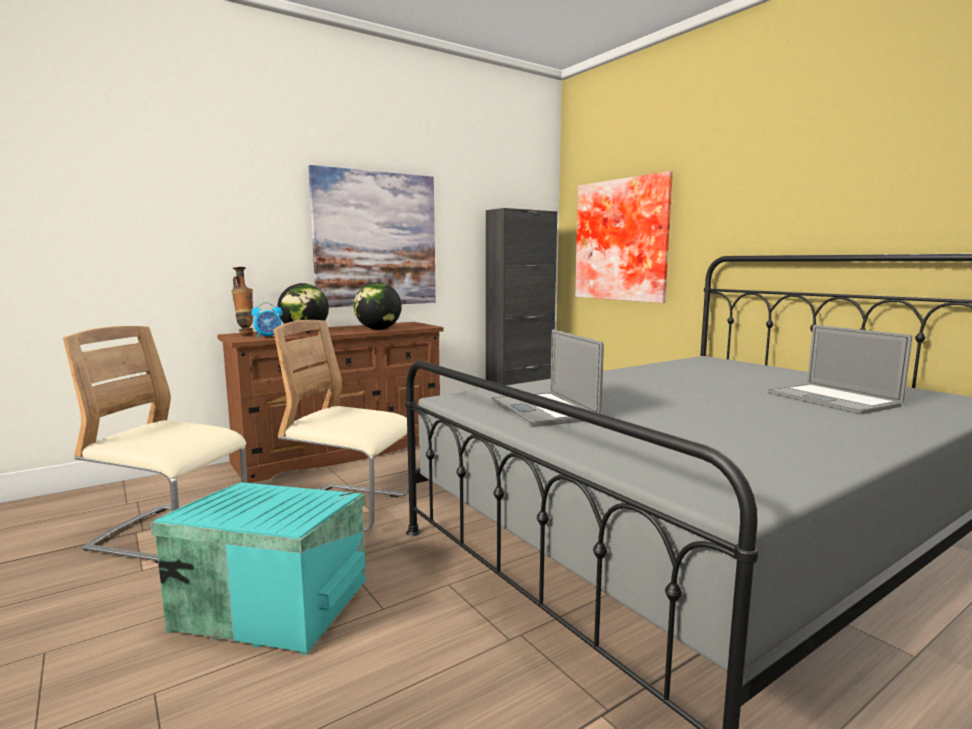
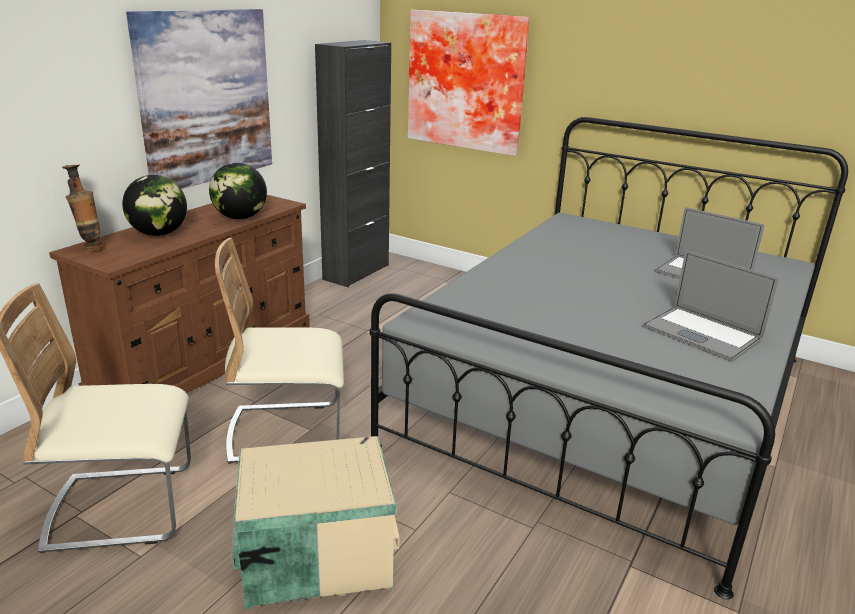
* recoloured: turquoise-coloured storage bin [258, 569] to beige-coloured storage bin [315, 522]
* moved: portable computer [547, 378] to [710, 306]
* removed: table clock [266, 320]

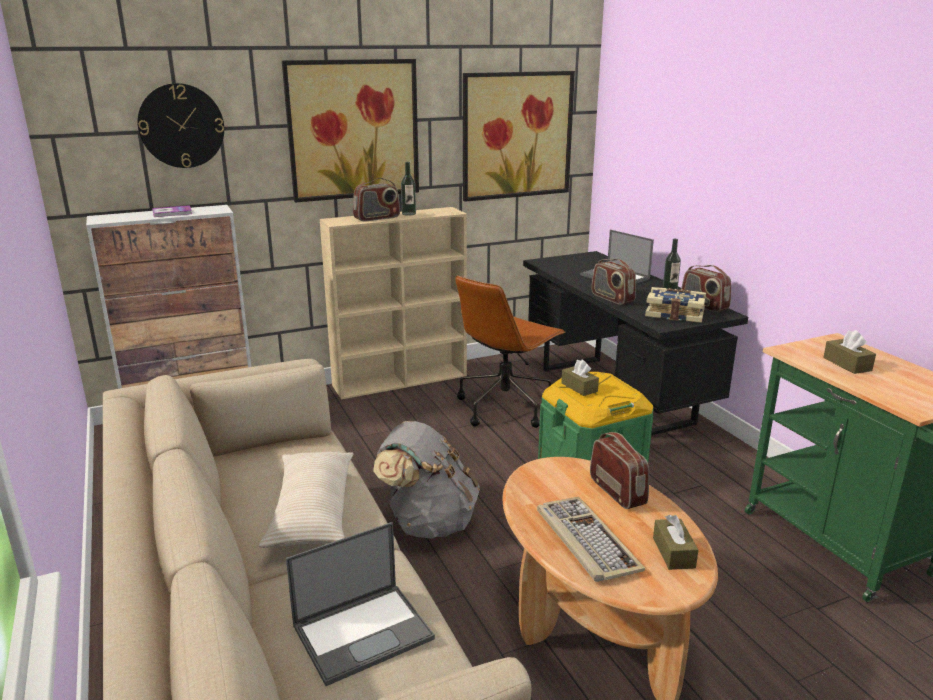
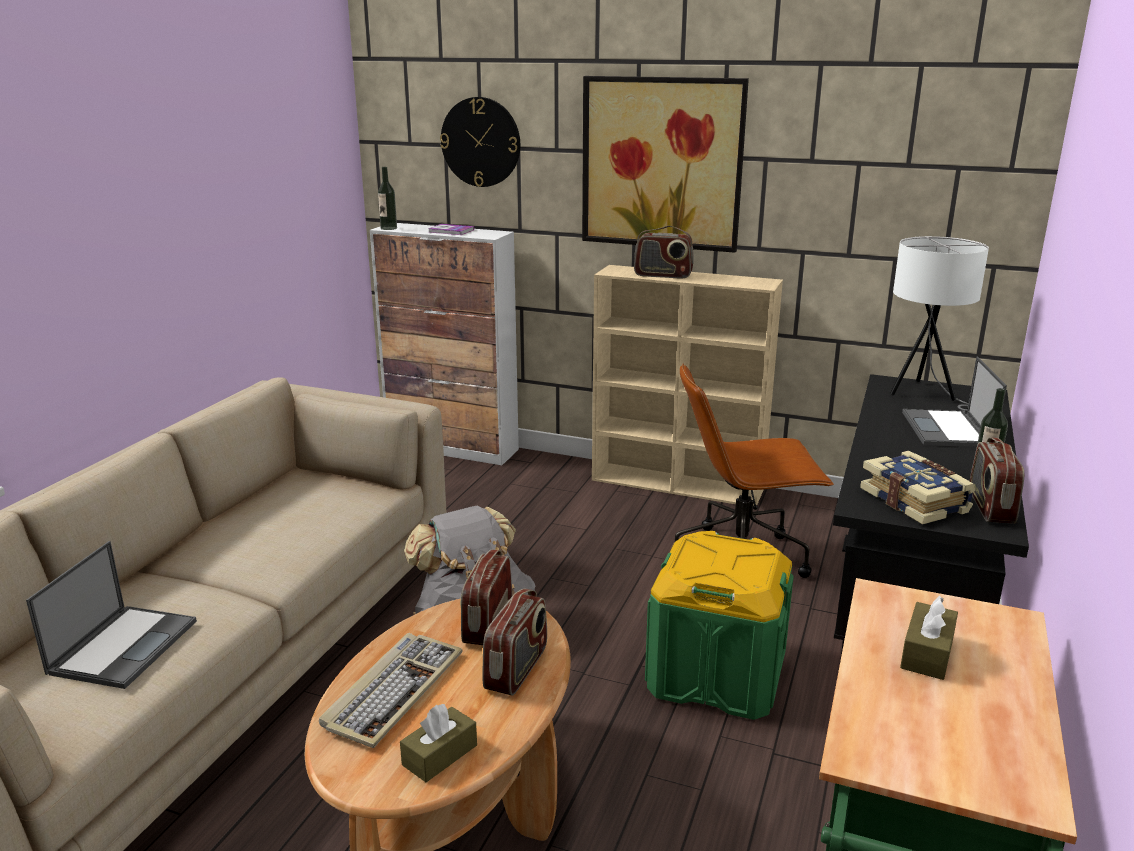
* turned: portable computer [360, 604] = [111, 615] 90 degrees counterclockwise
* moved: beverage bottle [408, 188] to [387, 198]
* moved: radio receiver [613, 282] to [486, 597]
* added: white-coloured lamp for a table [939, 323]
* removed: beige-coloured throw pillow [306, 500]
* removed: picture [519, 136]
* removed: brown-coloured tissue box [580, 378]

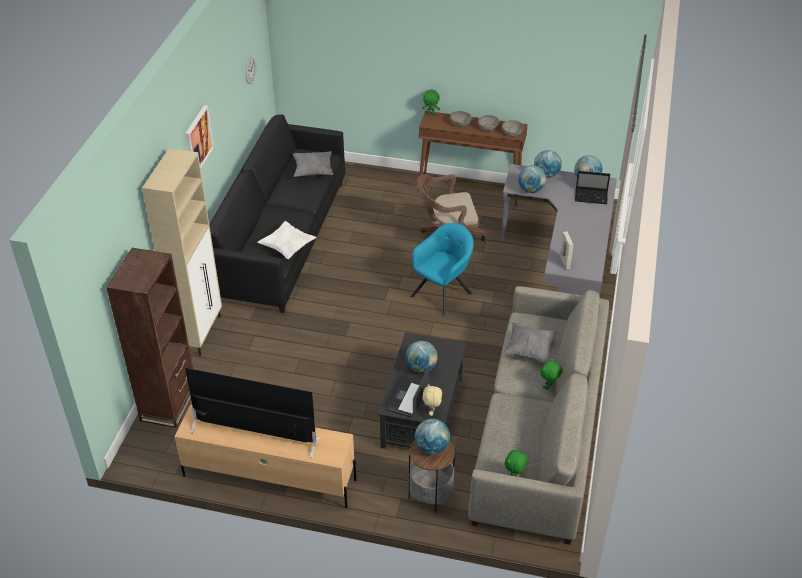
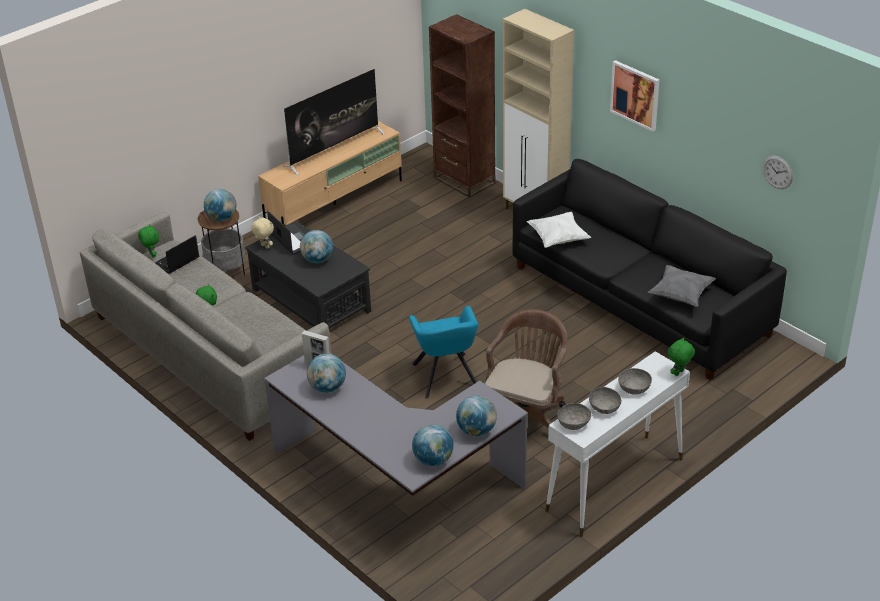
* moved: portable computer [592, 187] to [177, 254]
* moved: desk globe [532, 179] to [326, 373]
* recoloured: brown-coloured narrow table [473, 158] to white-coloured narrow table [617, 444]
* removed: grey throw pillow [530, 342]

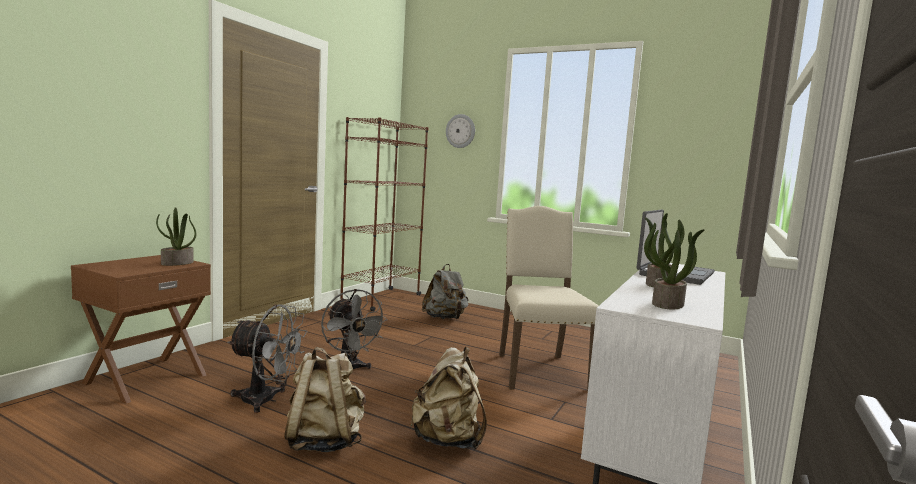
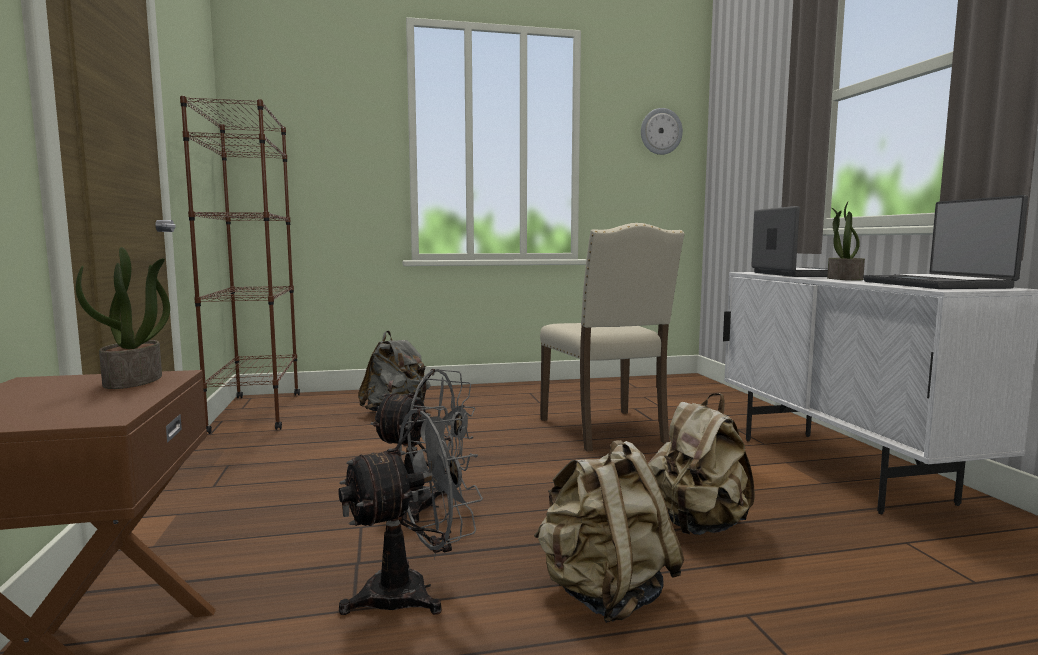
* turned: beige-coloured upright chair [549, 297] = [612, 337] 150 degrees counterclockwise
* moved: hanging clock [460, 131] to [662, 131]
* replaced: plant in a pot [677, 264] to portable computer [945, 242]

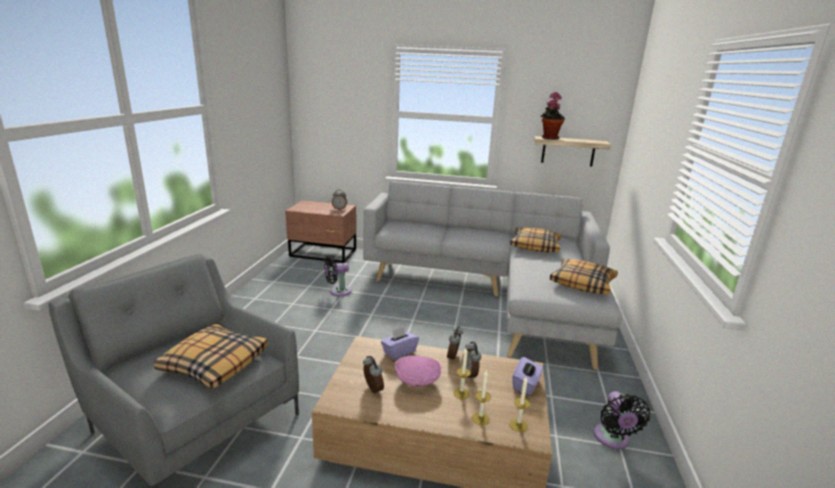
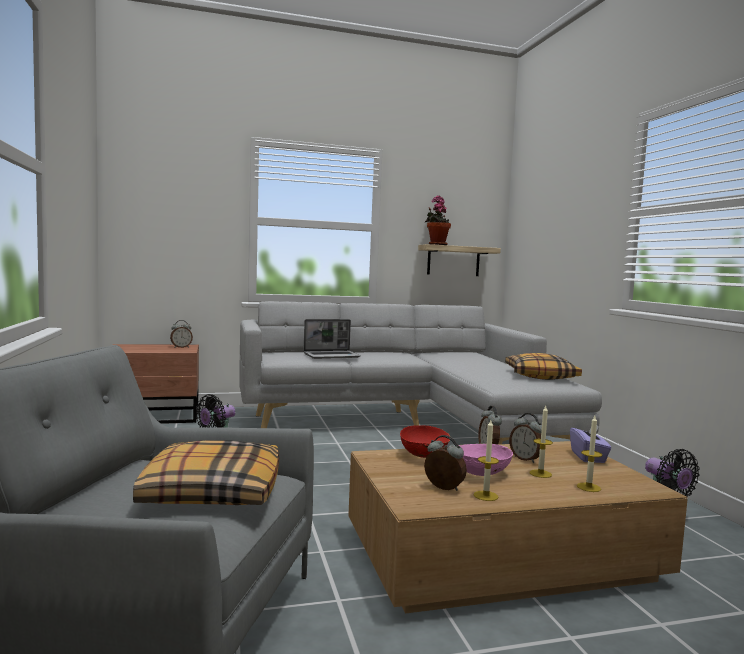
* added: portable computer [332, 339]
* replaced: purplish tissue box [400, 343] to red bowl [425, 441]
* moved: candle [519, 404] to [486, 460]
* removed: throw pillow [535, 239]

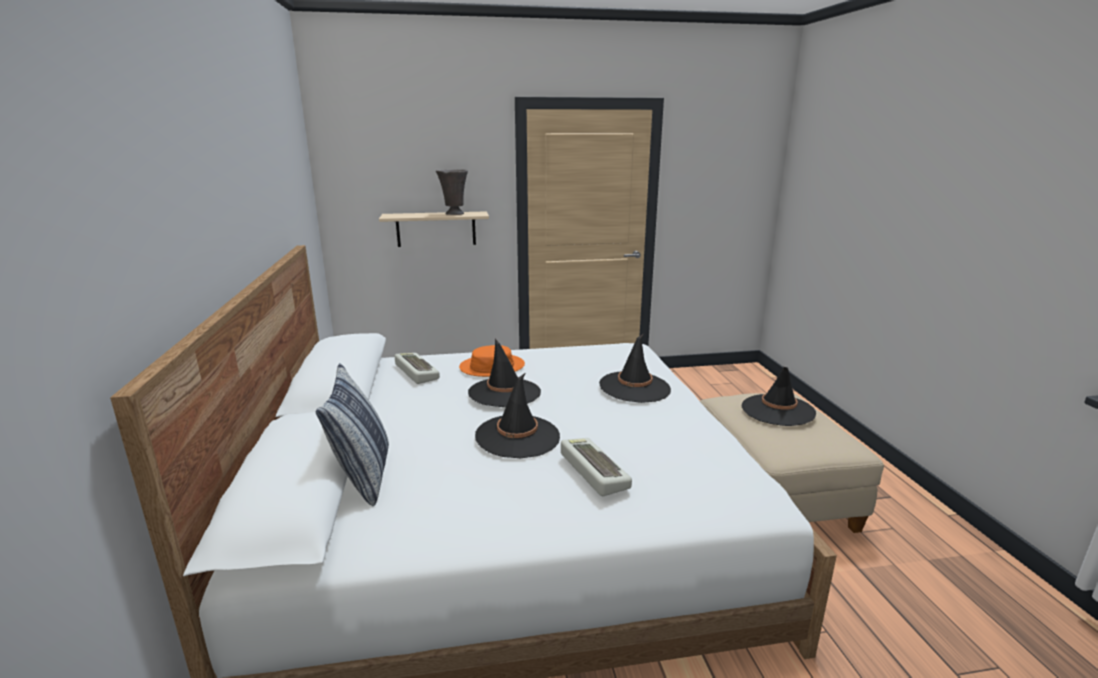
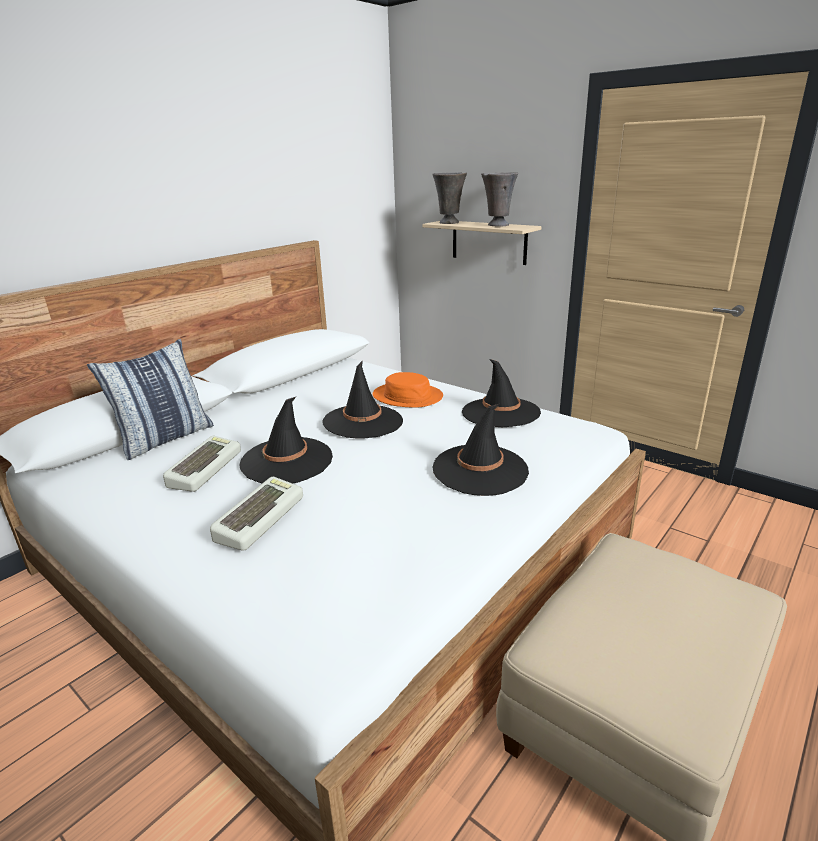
* moved: keyboard [417, 368] to [202, 464]
* added: grey vase [449, 198]
* moved: black-coloured hat [779, 396] to [501, 393]

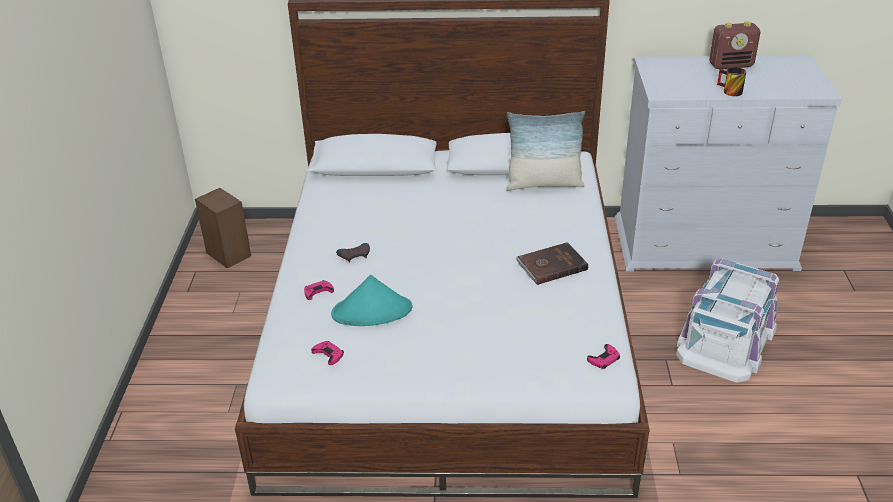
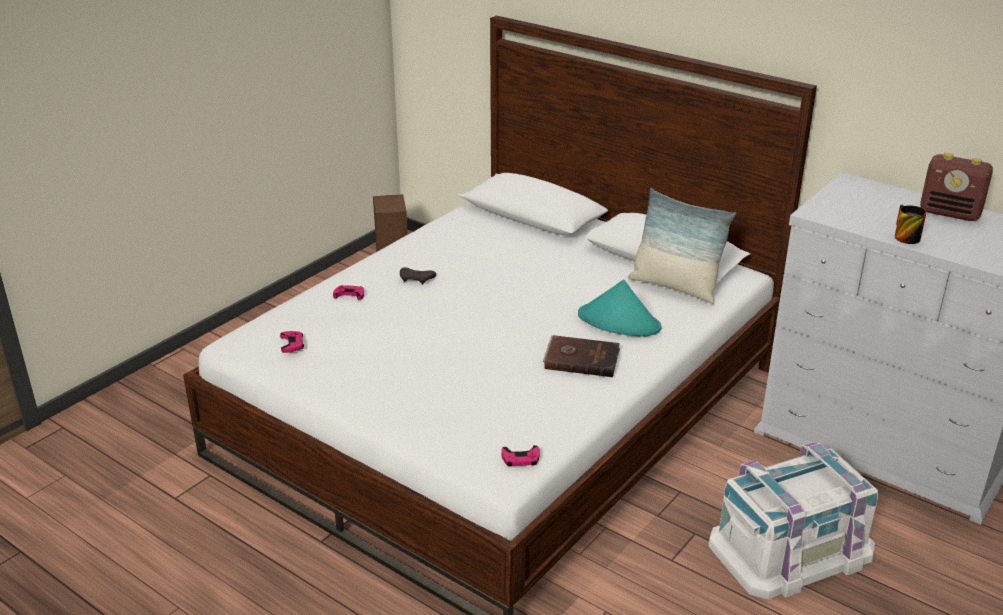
* moved: turquoise-coloured hat [372, 300] to [619, 308]

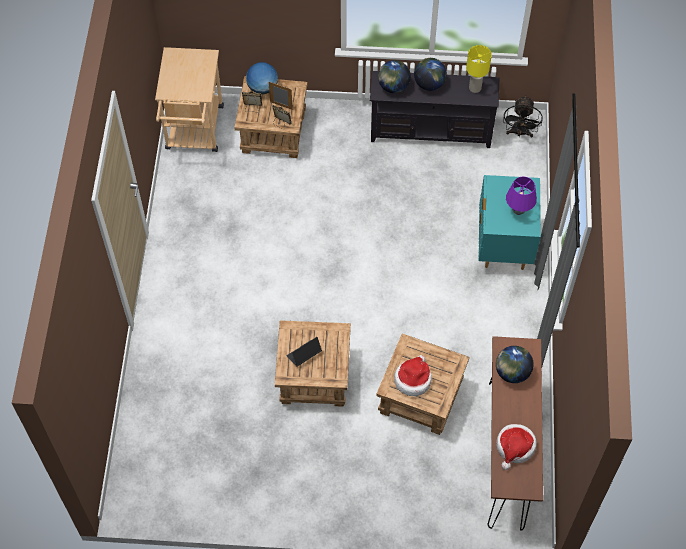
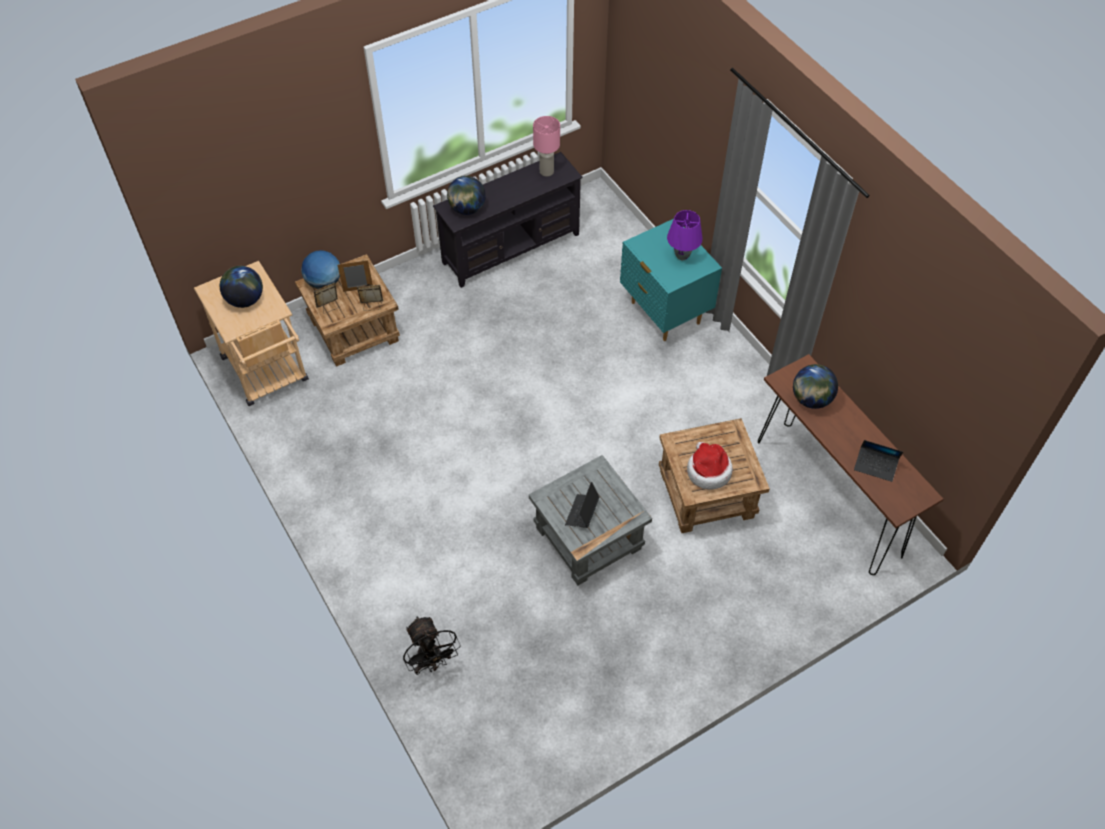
* moved: desk globe [430, 74] to [241, 287]
* moved: black-coloured electric fan [523, 116] to [432, 646]
* recoloured: brown-coloured end table [313, 363] to grey end table [590, 520]
* recoloured: yellow-coloured lamp for a table [479, 69] to pink-coloured lamp for a table [546, 146]
* replaced: hat [516, 447] to portable computer [878, 461]

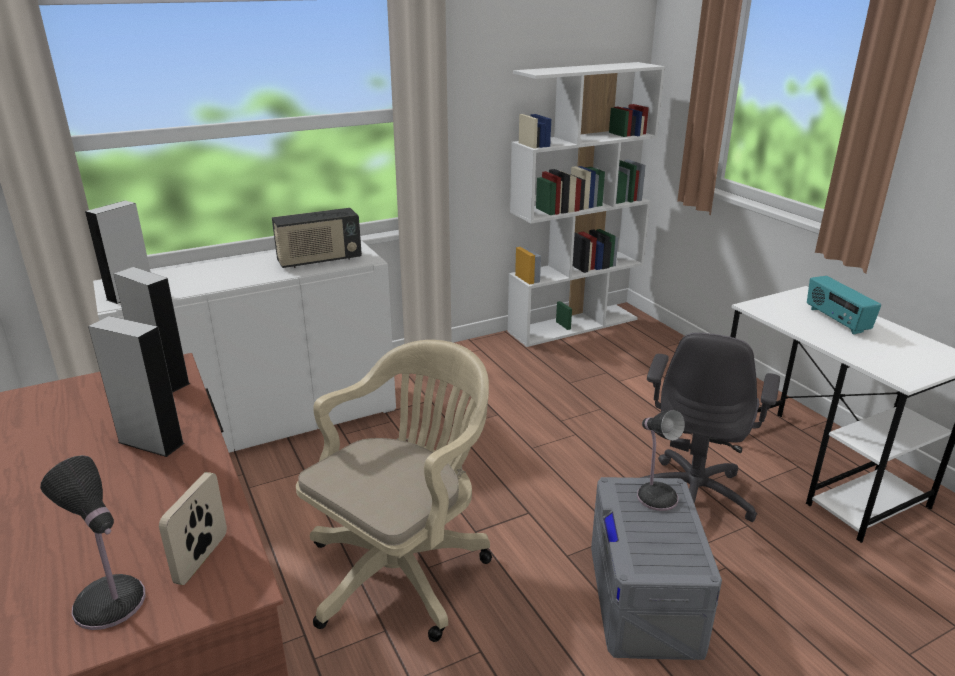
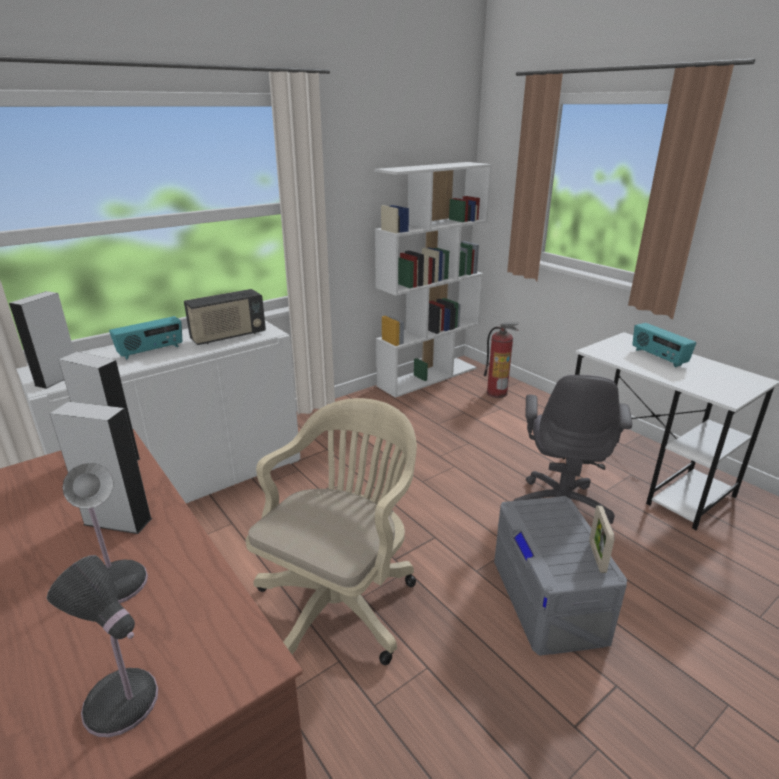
* moved: lamp for a table [661, 460] to [105, 533]
* added: radio receiver [146, 338]
* added: fire extinguisher [501, 360]
* moved: standing frame [193, 528] to [602, 539]

